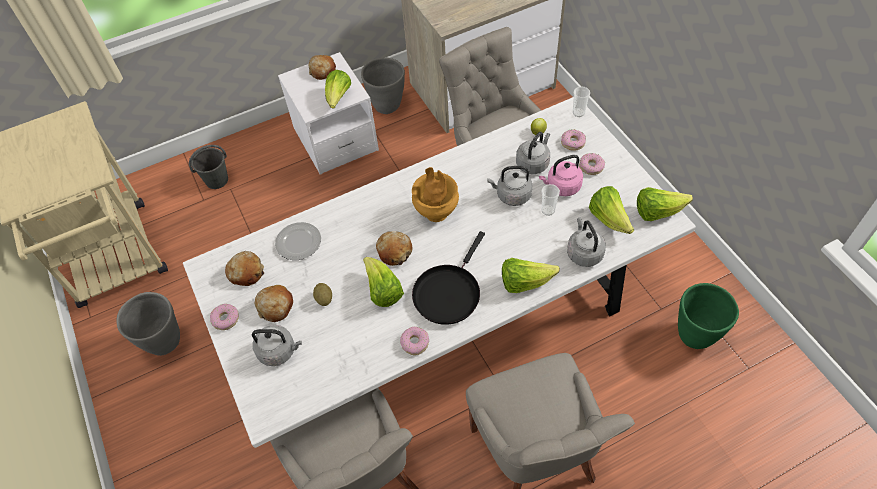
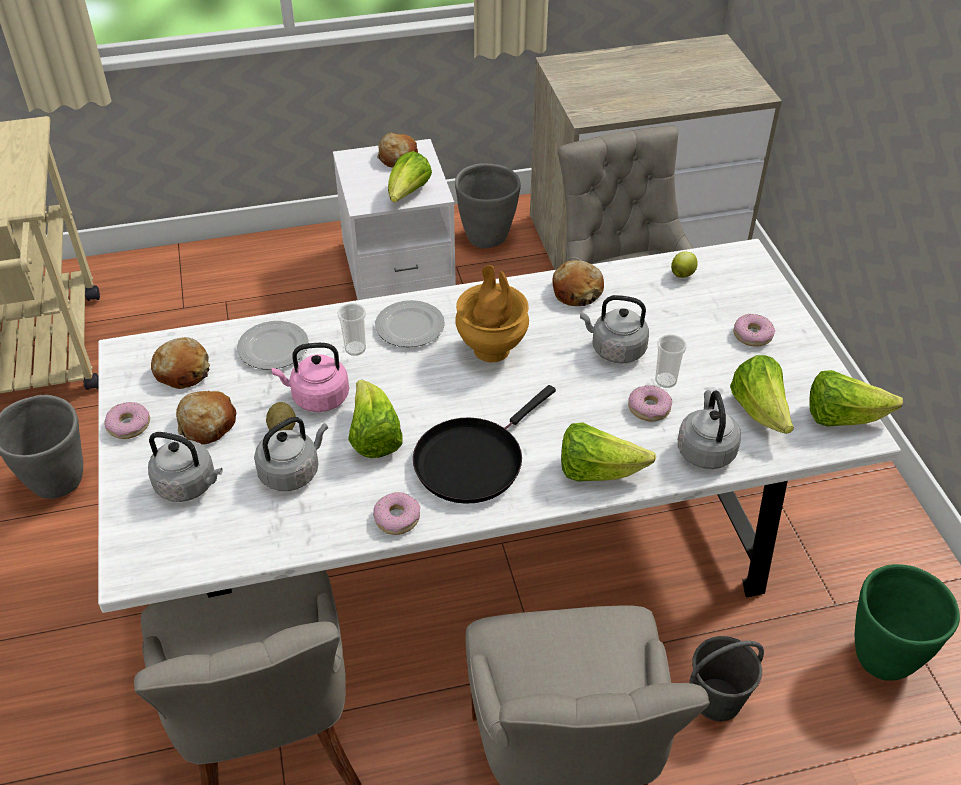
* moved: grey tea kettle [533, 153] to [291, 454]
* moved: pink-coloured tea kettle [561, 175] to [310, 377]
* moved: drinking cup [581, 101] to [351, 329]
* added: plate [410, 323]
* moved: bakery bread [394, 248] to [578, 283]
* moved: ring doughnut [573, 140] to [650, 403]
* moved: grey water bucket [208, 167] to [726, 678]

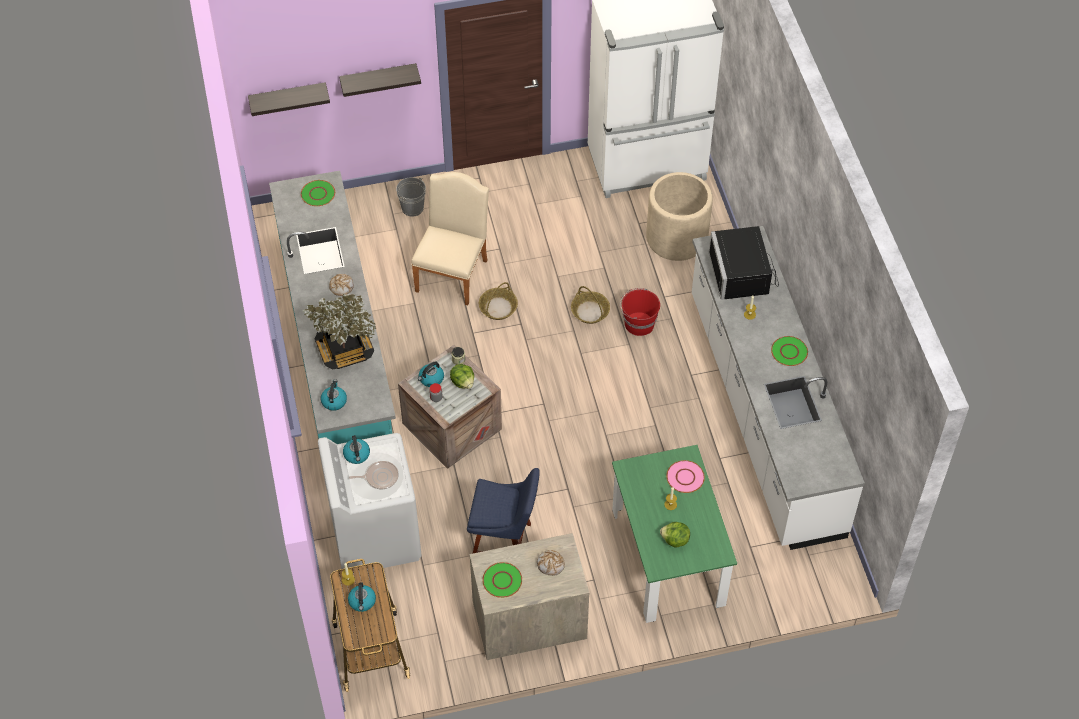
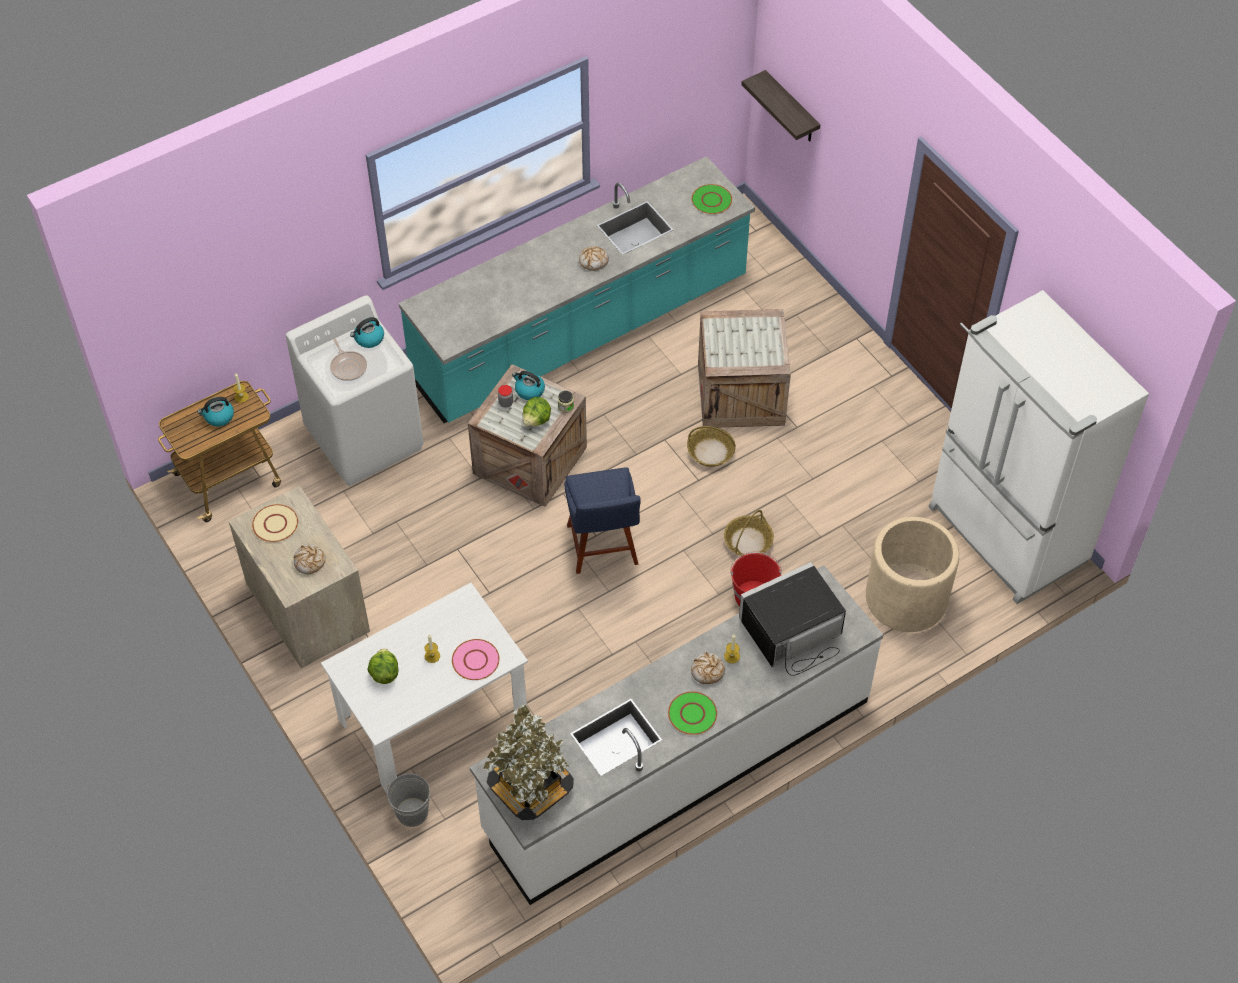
* recoloured: green plate [502, 580] to beige-coloured plate [275, 523]
* recoloured: green dining table [674, 534] to white-coloured dining table [424, 688]
* moved: grey water bucket [411, 197] to [408, 800]
* moved: plant in a pot [339, 331] to [528, 762]
* moved: blue upright chair [503, 510] to [602, 520]
* added: bakery bread [708, 668]
* replaced: beige-coloured upright chair [450, 238] to packing crate [744, 368]
* removed: tea kettle [334, 395]
* removed: wall shelf [380, 80]

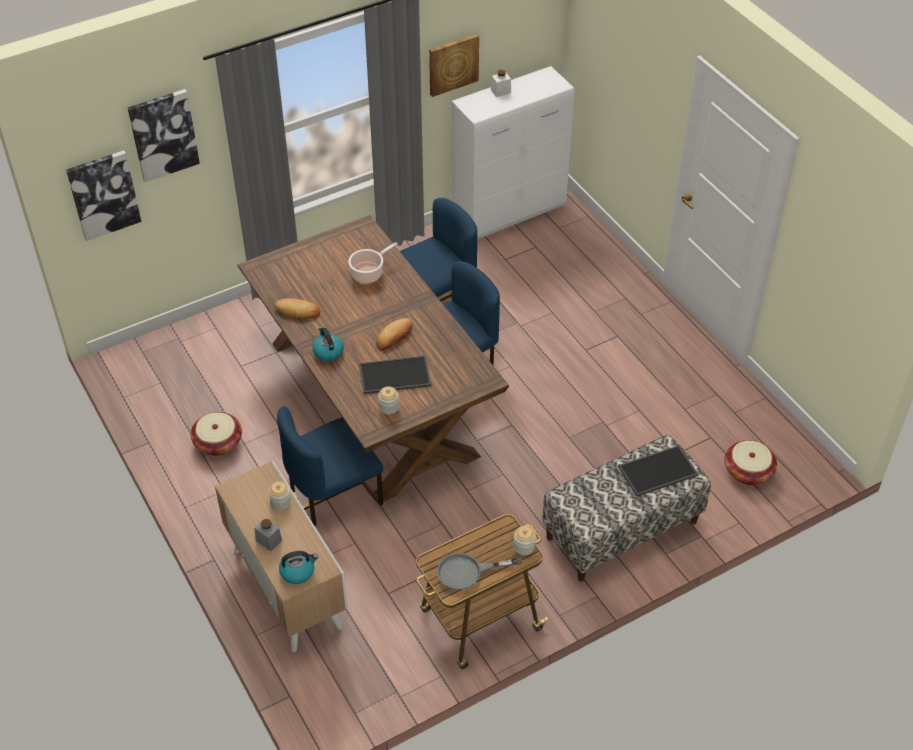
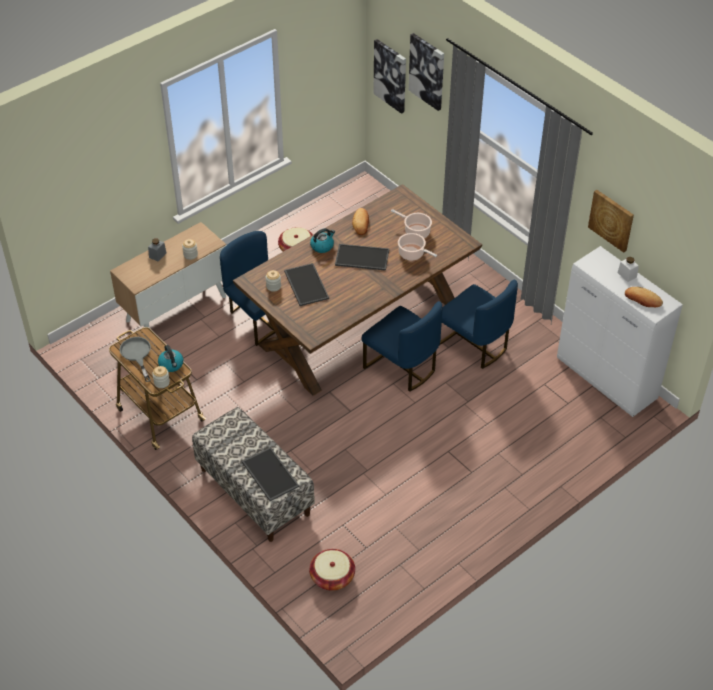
* moved: tea kettle [298, 567] to [170, 358]
* added: tray [362, 257]
* added: cooking pot [411, 223]
* moved: bakery bread [394, 334] to [644, 297]

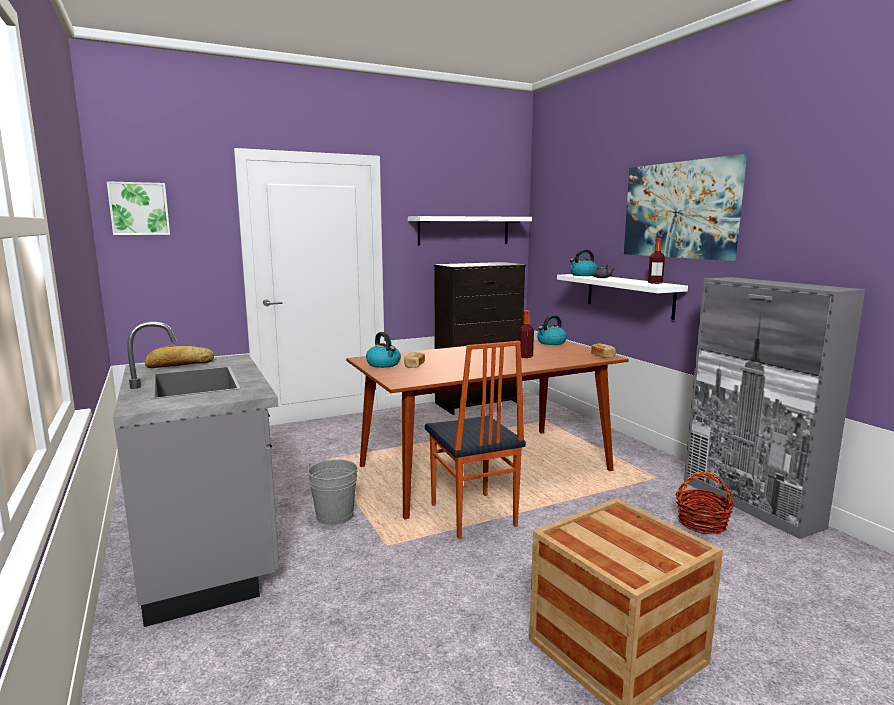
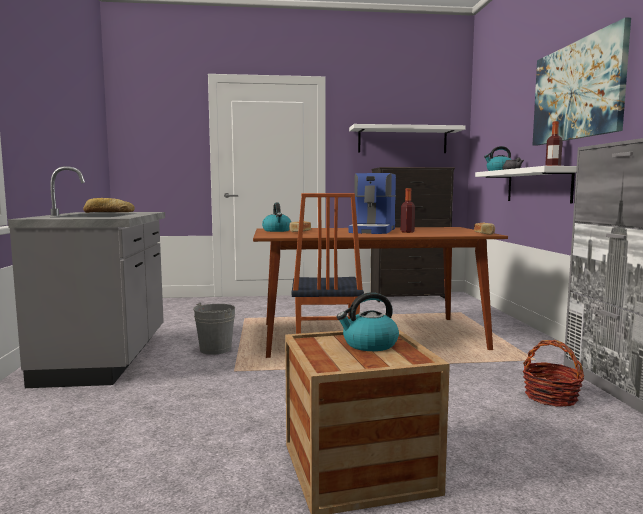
* moved: tea kettle [552, 330] to [368, 321]
* added: coffee machine [372, 203]
* removed: picture [138, 208]

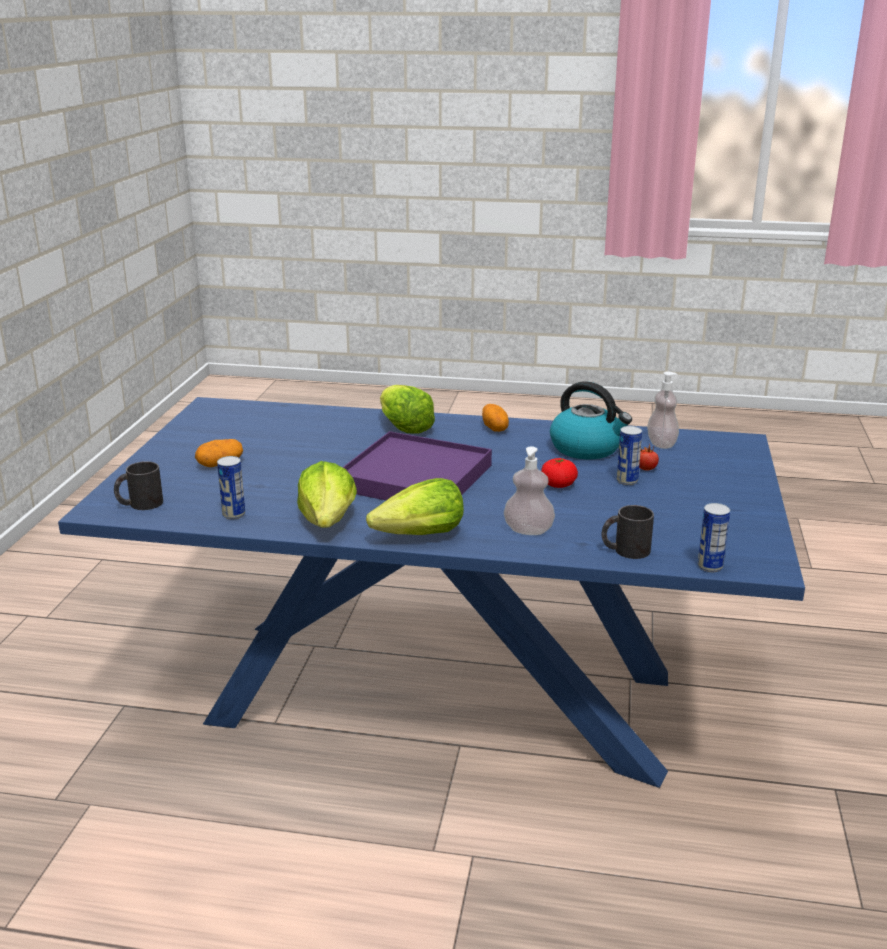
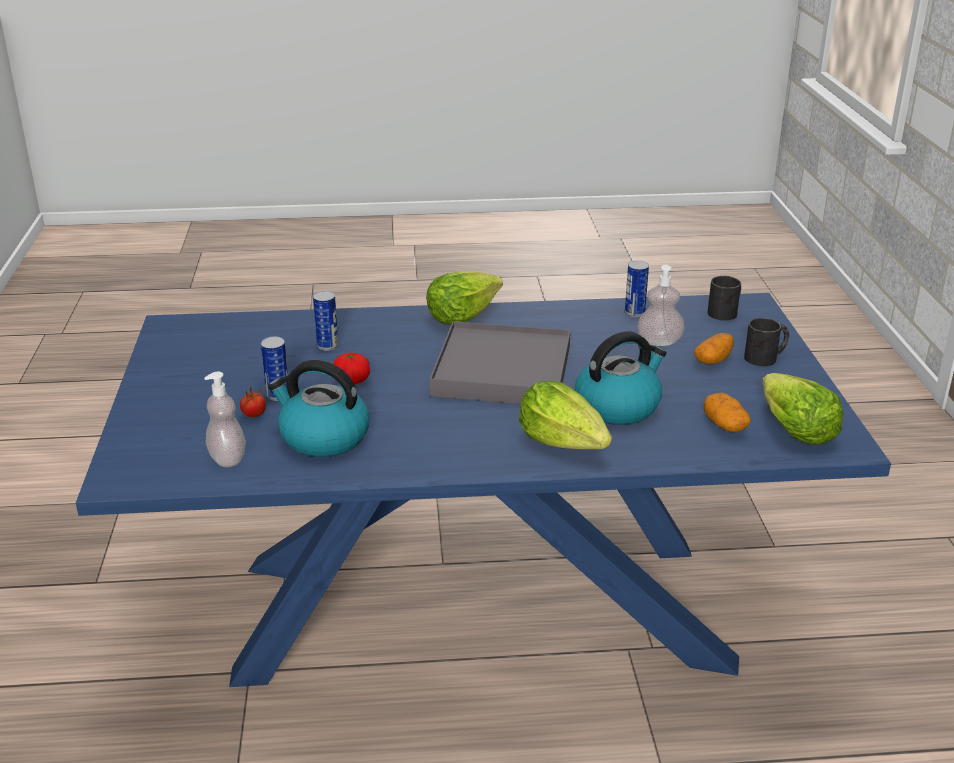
* moved: can [714, 537] to [325, 321]
* recoloured: purplish tray [417, 465] to grey tray [500, 362]
* added: tea kettle [621, 378]
* moved: soap bottle [529, 490] to [661, 305]
* moved: whole potato [495, 418] to [727, 412]
* moved: black-coloured coffee mug [628, 532] to [766, 342]
* moved: head of lettuce [327, 494] to [803, 409]

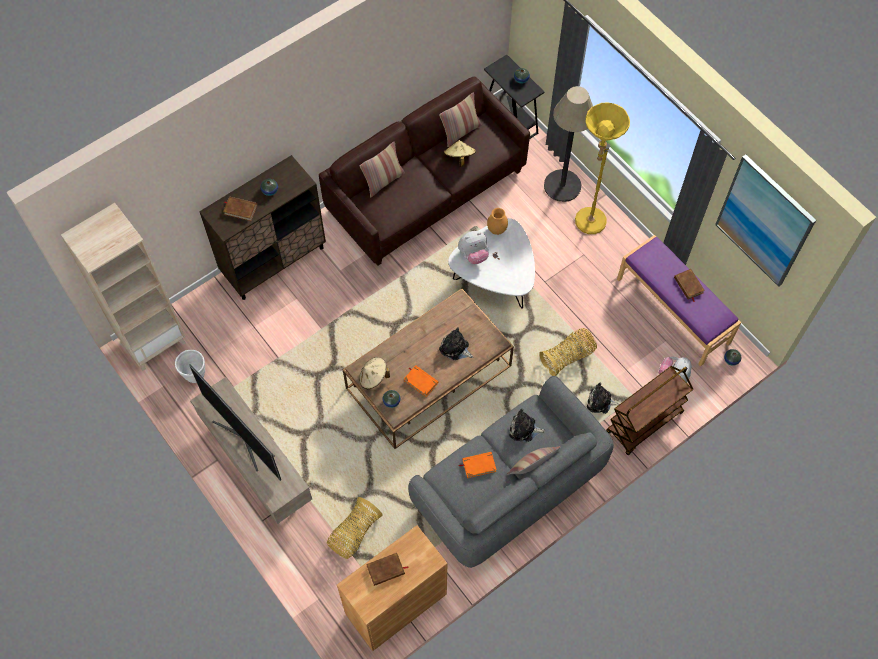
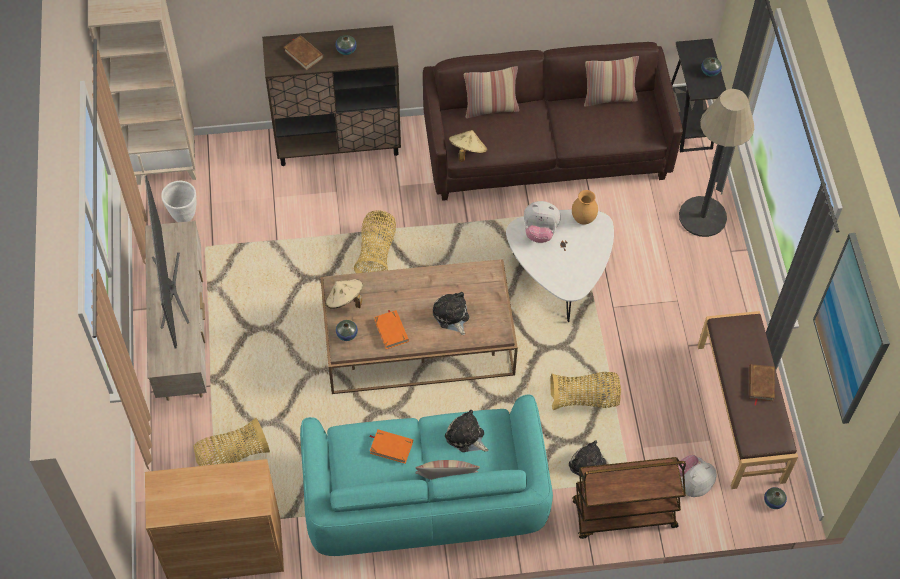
* recoloured: grey settee [511, 472] to turquoise-coloured settee [426, 475]
* added: storage basket [375, 241]
* moved: beige-coloured hat [460, 153] to [468, 146]
* recoloured: purplish indoor bench [679, 300] to brown-coloured indoor bench [748, 400]
* removed: brown-coloured volume [387, 569]
* removed: yellow-coloured standing lamp [602, 168]

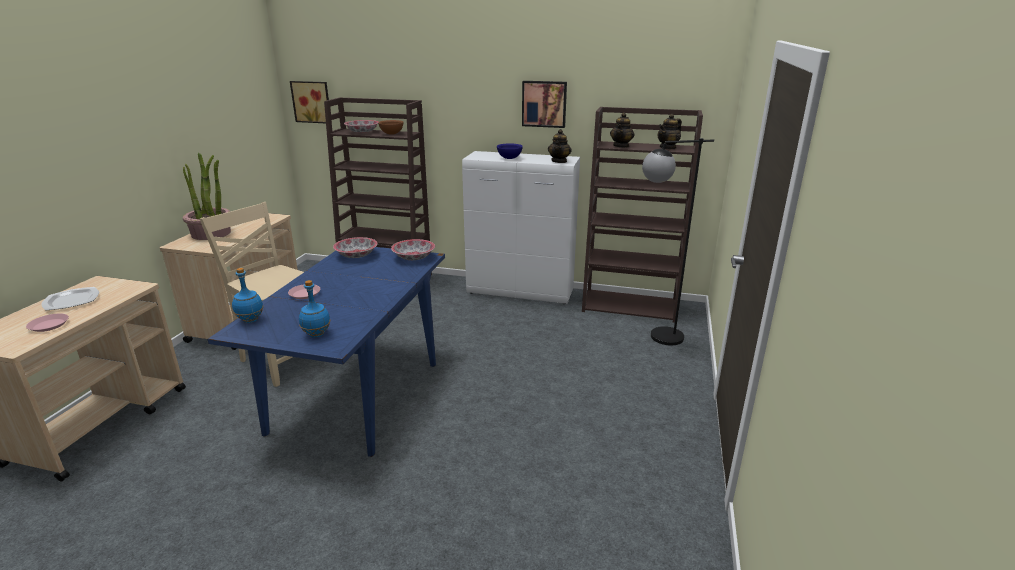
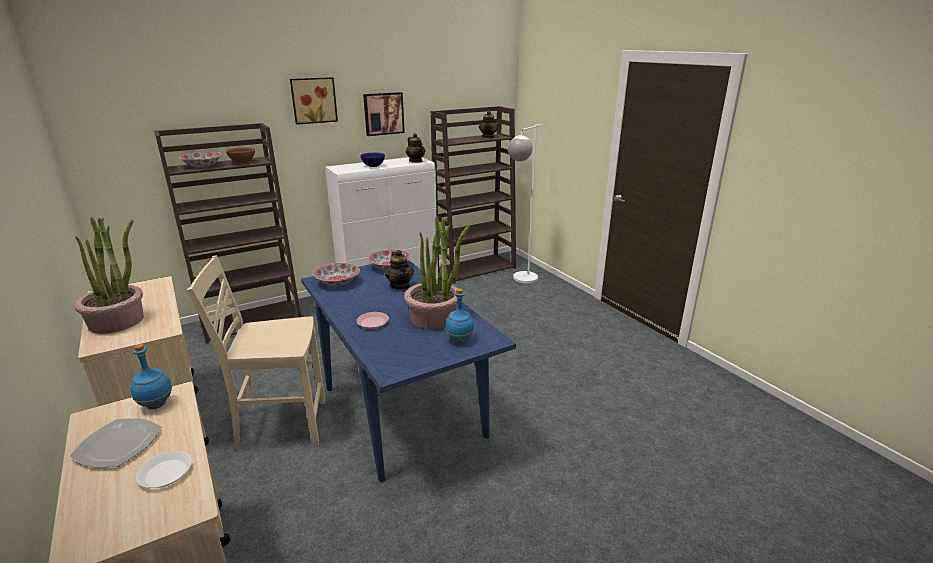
* moved: blue beverage bottle [247, 295] to [151, 376]
* recoloured: pink-coloured plate [47, 322] to white-coloured plate [164, 469]
* moved: picture [309, 102] to [314, 101]
* moved: pot for tea [622, 130] to [399, 270]
* added: plant in a pot [437, 272]
* recoloured: black-coloured standing lamp [678, 241] to white-coloured standing lamp [525, 203]

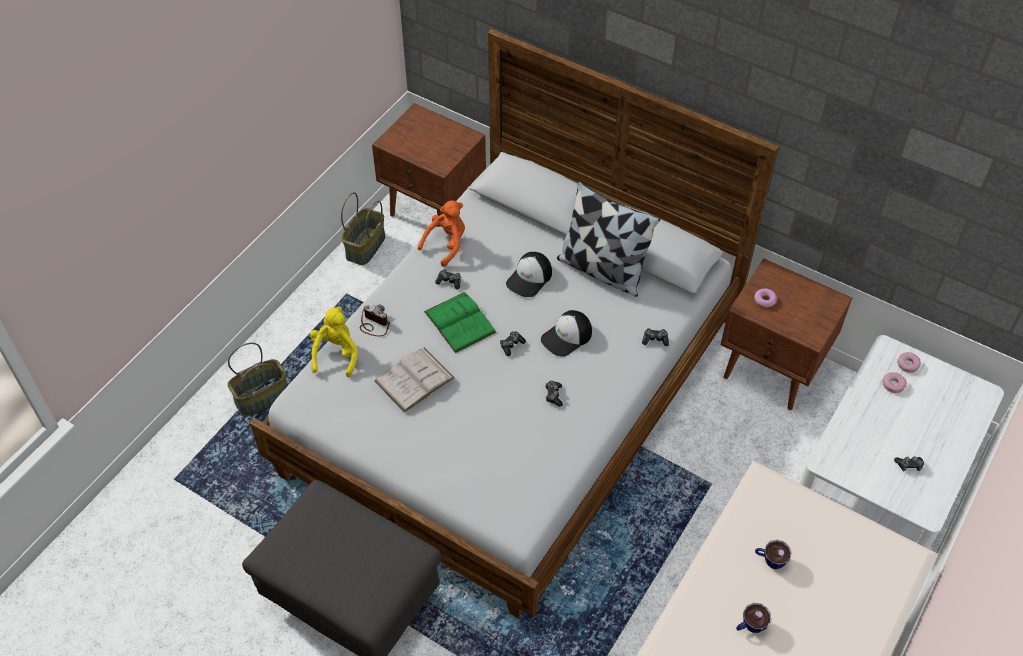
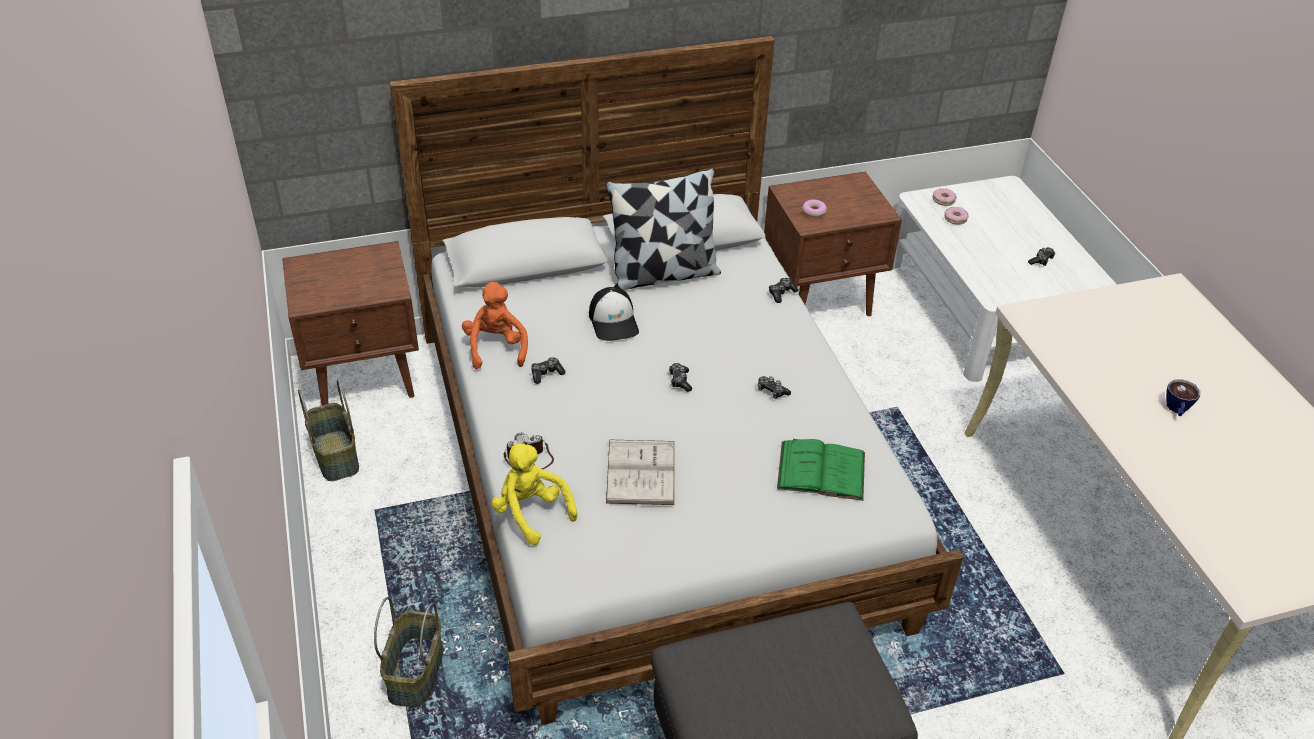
* moved: green volume [460, 322] to [821, 470]
* removed: peaked cap [566, 333]
* removed: drinking cup [773, 554]

